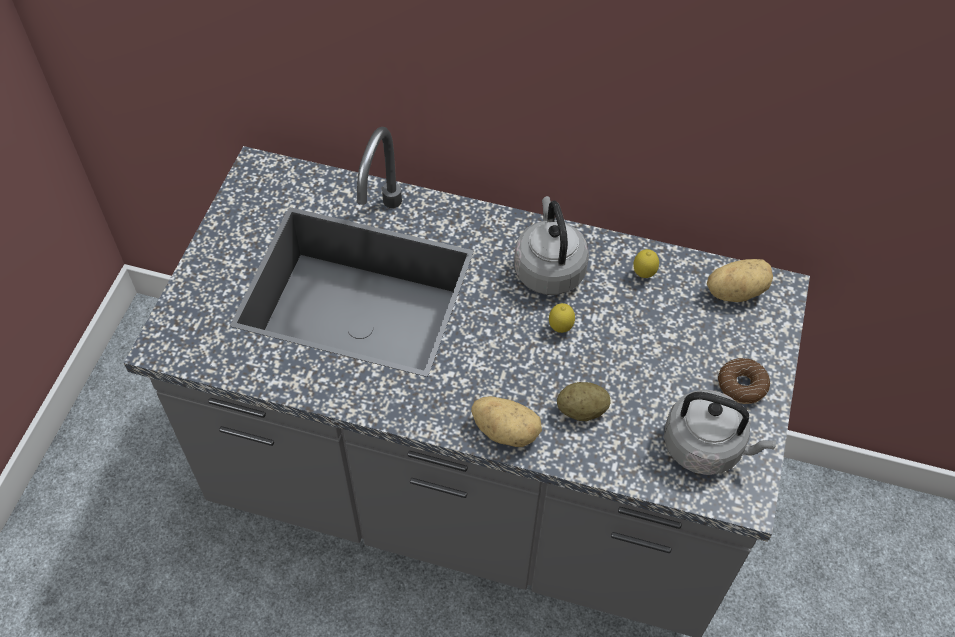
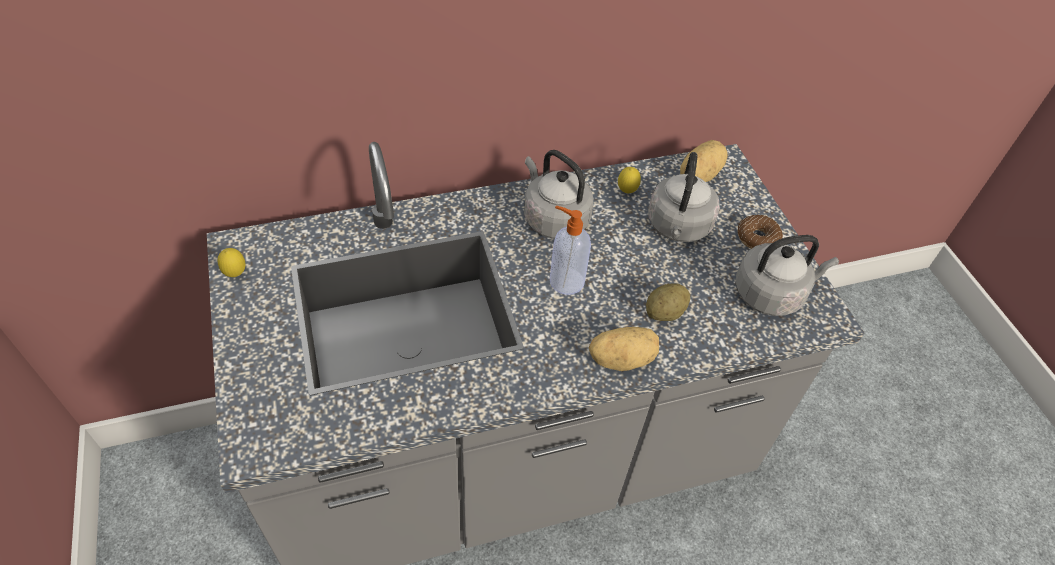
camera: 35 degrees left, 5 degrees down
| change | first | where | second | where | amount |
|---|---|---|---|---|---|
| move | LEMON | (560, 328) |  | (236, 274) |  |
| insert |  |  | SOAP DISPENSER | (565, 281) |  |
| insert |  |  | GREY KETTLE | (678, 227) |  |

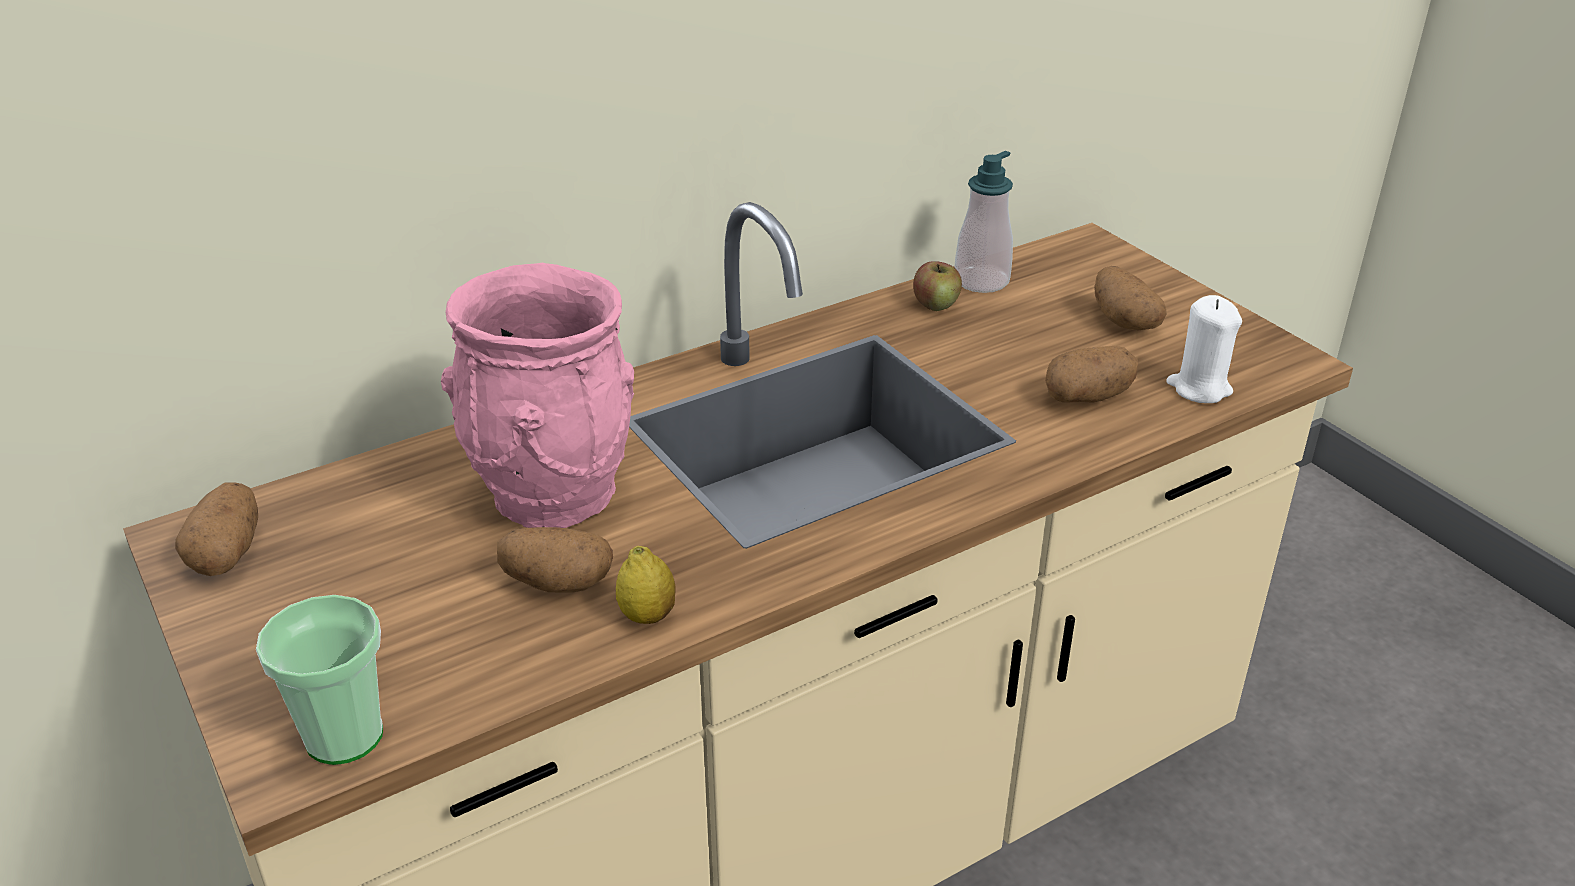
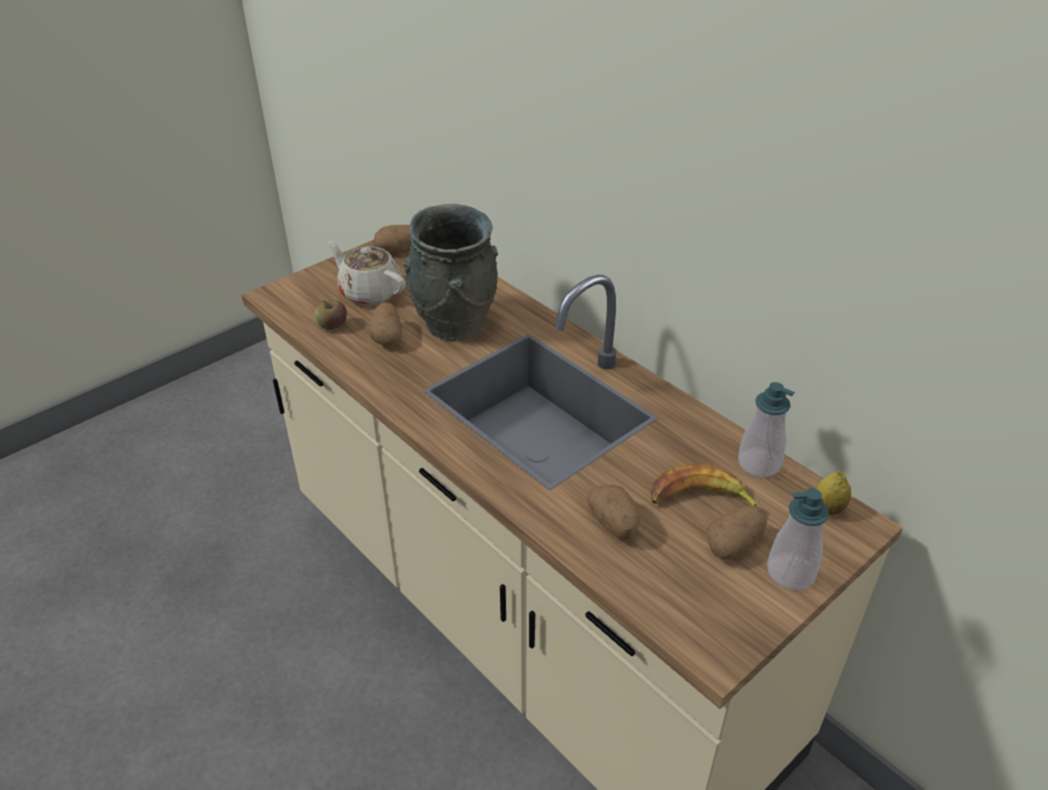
camera: 80 degrees right, 5 degrees up
| change | first | where | second | where | amount |
|---|---|---|---|---|---|
| delete | CUP | (344, 736) |  |  |  |
| recolor | PINK VASE | (552, 497) | GREY VASE | (454, 323) |  |
| move | LEMON | (647, 615) |  | (828, 508) |  |
| move | APPLE | (936, 304) |  | (332, 326) |  |
| delete | WHITE CANDLE | (1199, 388) |  |  |  |
| insert |  |  | BEIGE TEAPOT | (369, 291) |  |
| insert |  |  | BANANA | (701, 499) |  |
| insert |  |  | SOAP DISPENSER | (790, 572) |  |

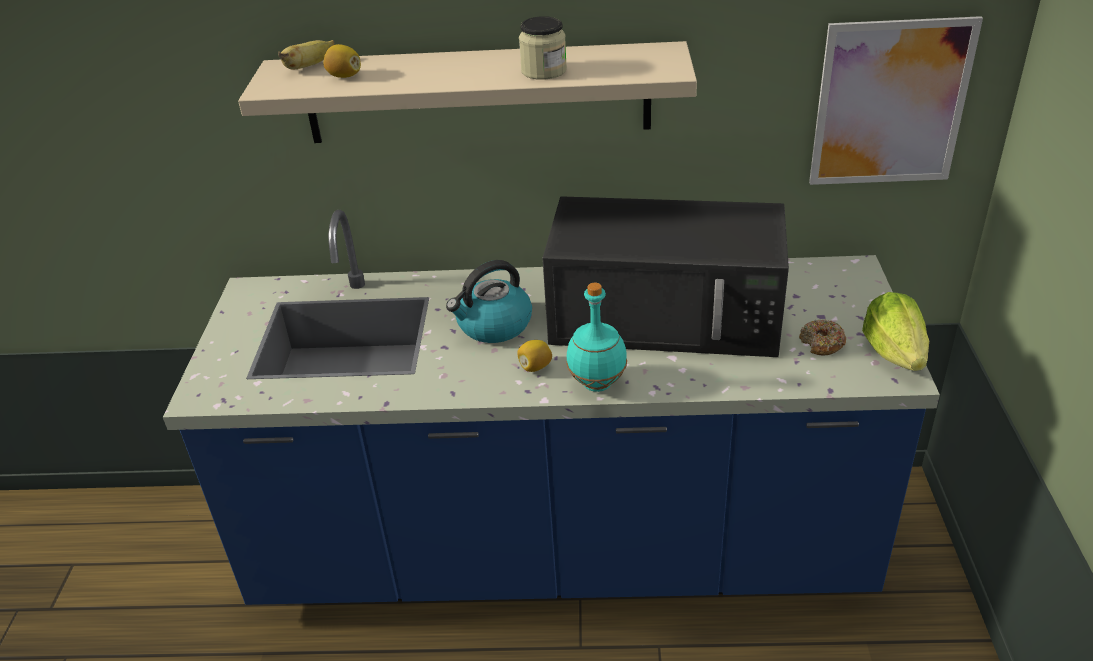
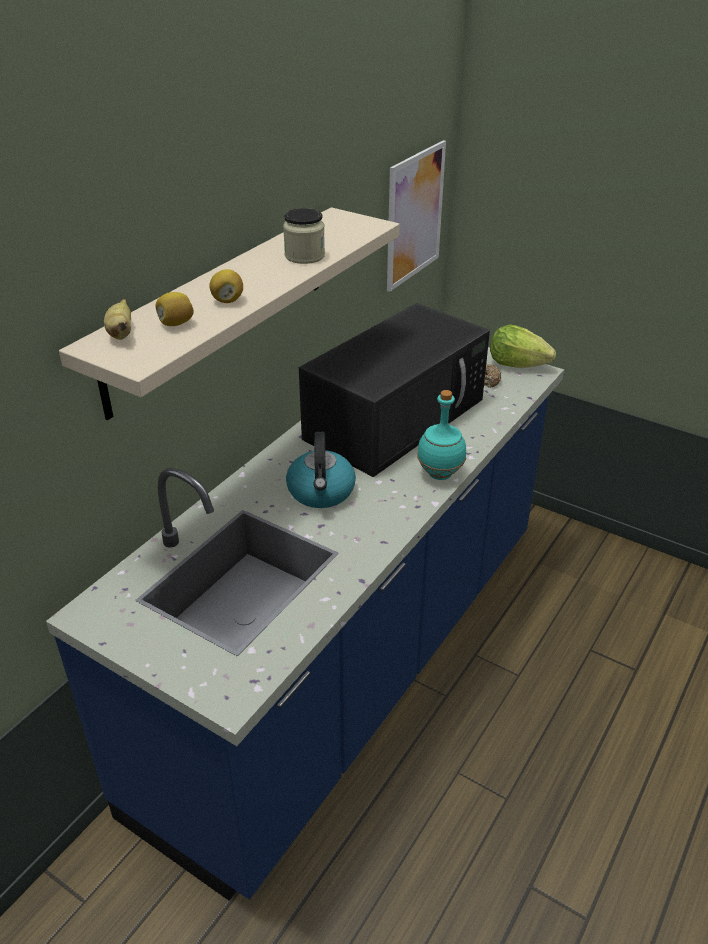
camera: 60 degrees left, 0 degrees up
| change | first | where | second | where | amount |
|---|---|---|---|---|---|
| move | LEMON | (535, 367) |  | (227, 300) |  |

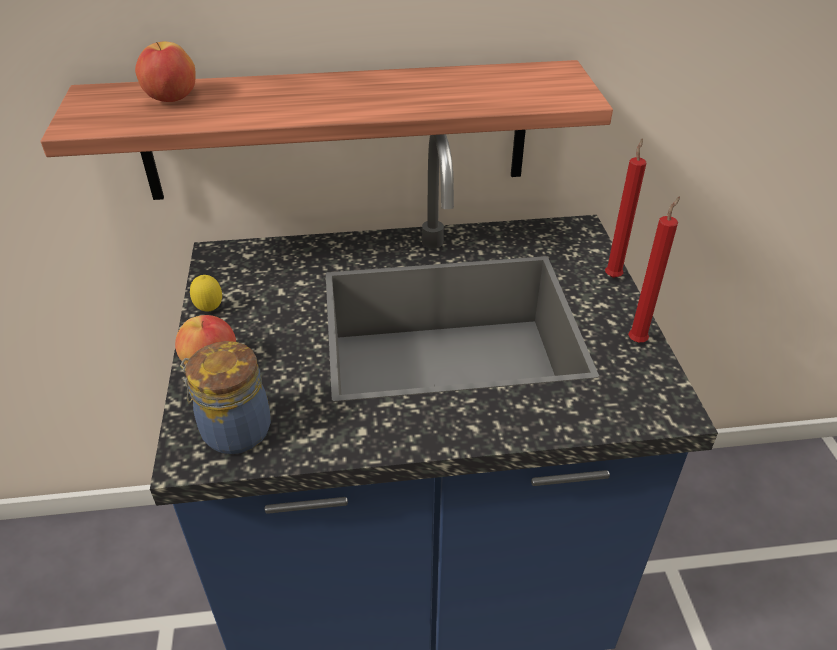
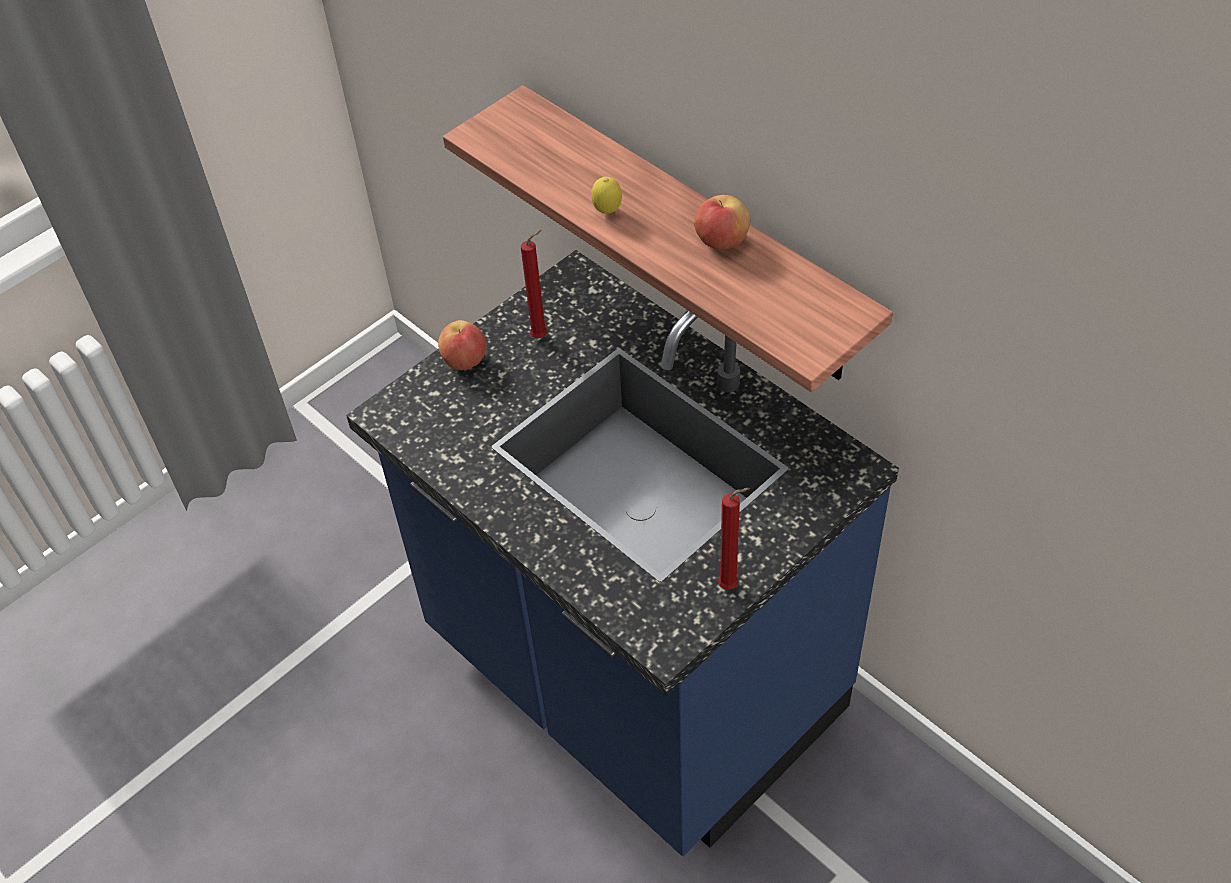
camera: 55 degrees right, 10 degrees up
| change | first | where | second | where | amount |
|---|---|---|---|---|---|
| move | APPLE | (172, 98) |  | (721, 241) |  |
| delete | JAR | (233, 430) |  |  |  |
| move | LEMON | (210, 310) |  | (607, 212) |  |
| move | RED CANDLE | (613, 275) |  | (542, 336) |  |

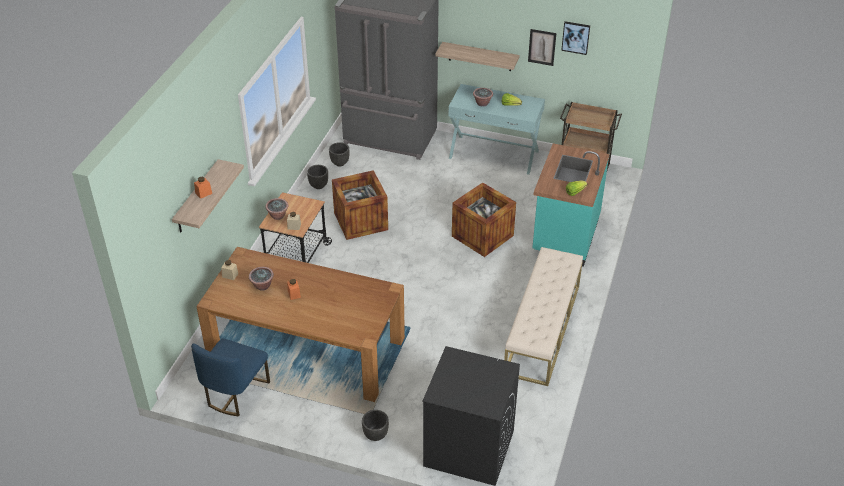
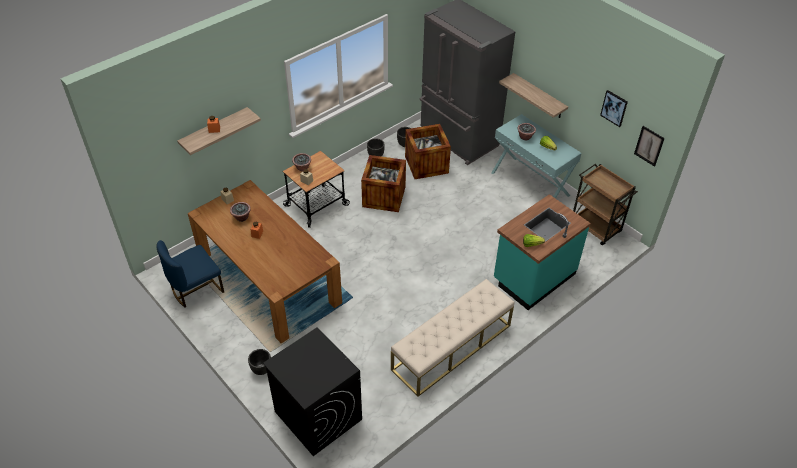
camera: 30 degrees right, 5 degrees up
| change | first | where | second | where | amount |
|---|---|---|---|---|---|
| move | CRATE | (482, 236) |  | (426, 164) |  |
| move | PICTURE | (542, 47) |  | (649, 146) |  |

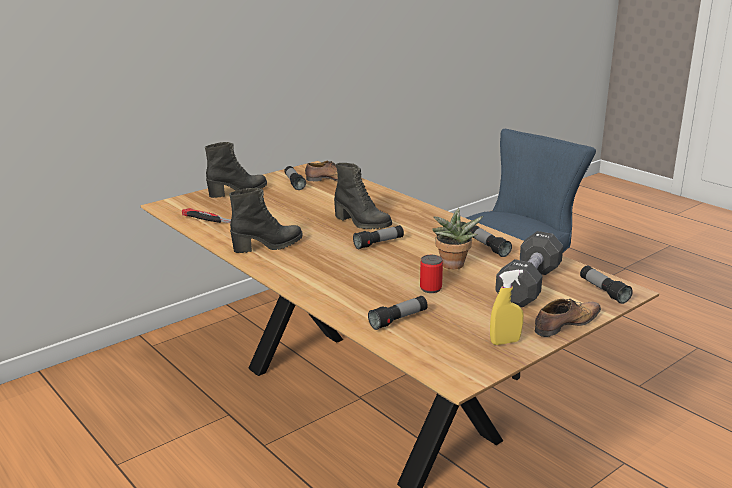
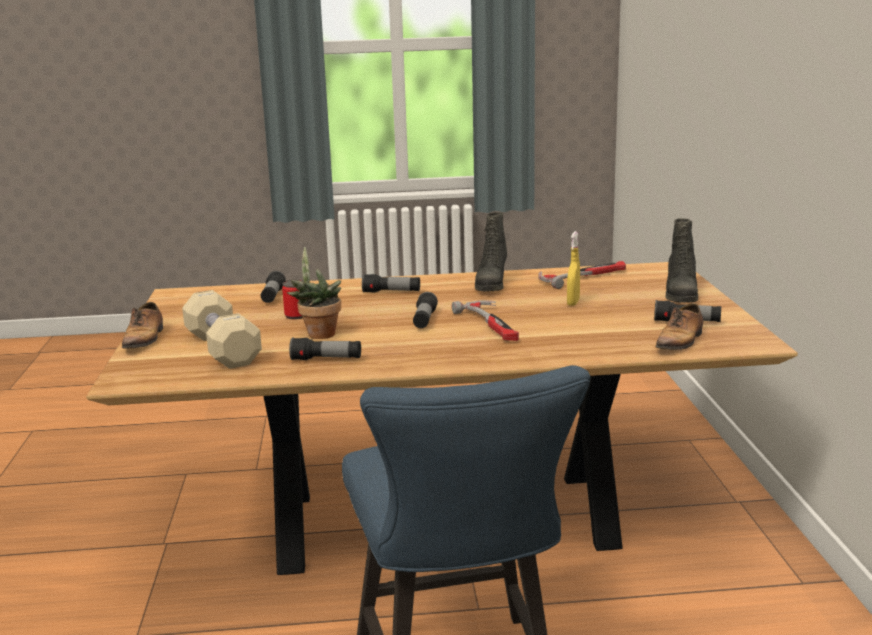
camera: 125 degrees right, 5 degrees down
| change | first | where | second | where | amount |
|---|---|---|---|---|---|
| replace | BLACK BOOT | (362, 223) | HAMMER | (492, 325) |  |
| move | YELLOW SPRAY BOTTLE | (505, 342) |  | (573, 302) |  |
| recolor | BLACK DUMBBELL | (529, 285) | BEIGE DUMBBELL | (222, 349) |  |
| move | FLASHLIGHT | (603, 291) |  | (391, 292) |  |

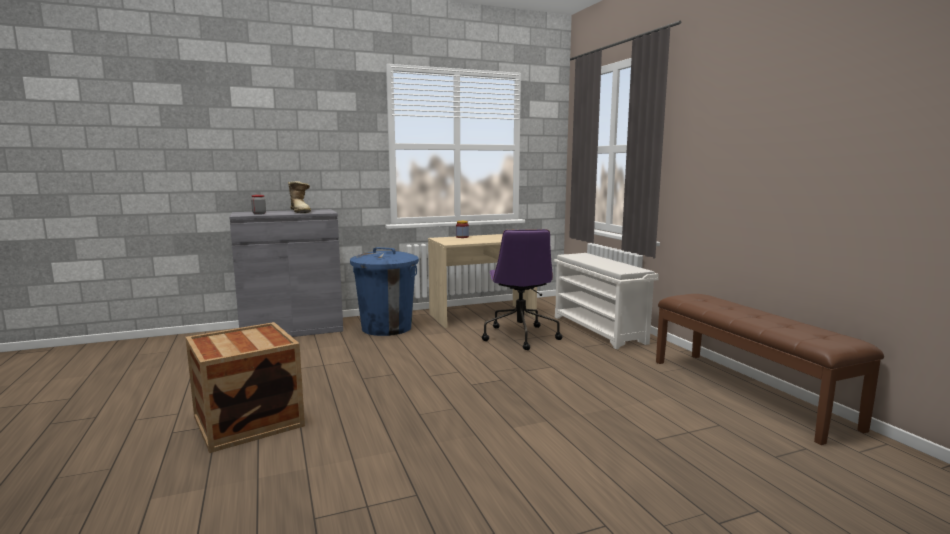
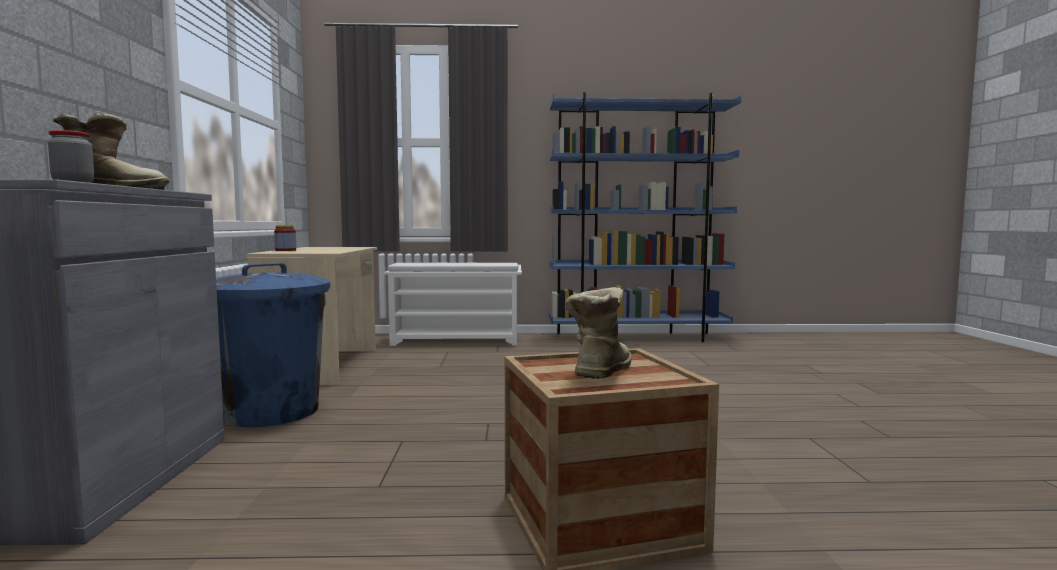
camera: 70 degrees left, 5 degrees down
| change | first | where | second | where | amount |
|---|---|---|---|---|---|
| delete | PURPLE OFFICE CHAIR | (519, 336) |  |  |  |
| replace | BROWN BENCH | (747, 392) | BLUE BOOKCASE | (637, 337) |  |
| insert |  |  | BOOT | (598, 373) |  |

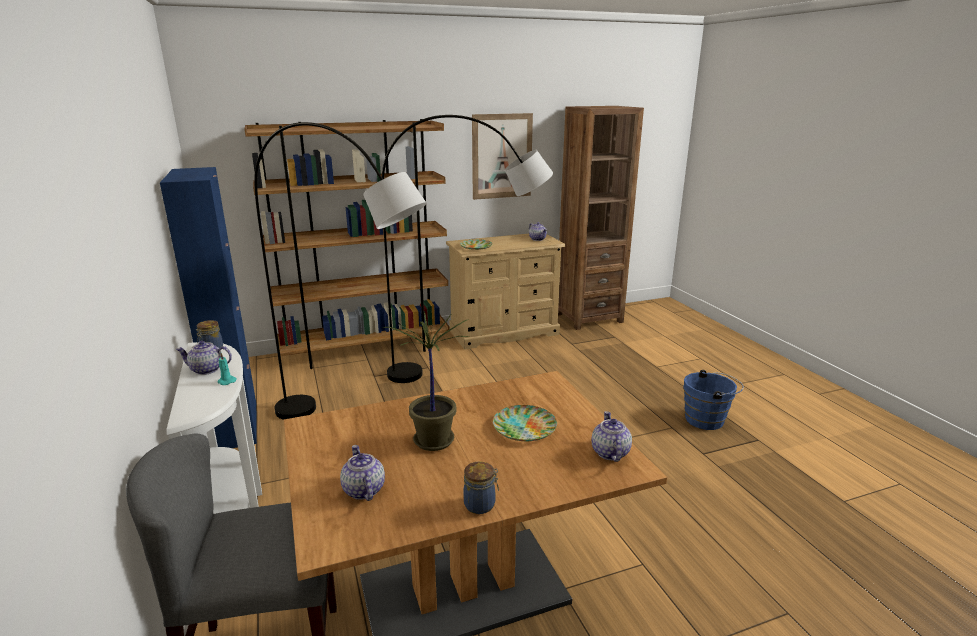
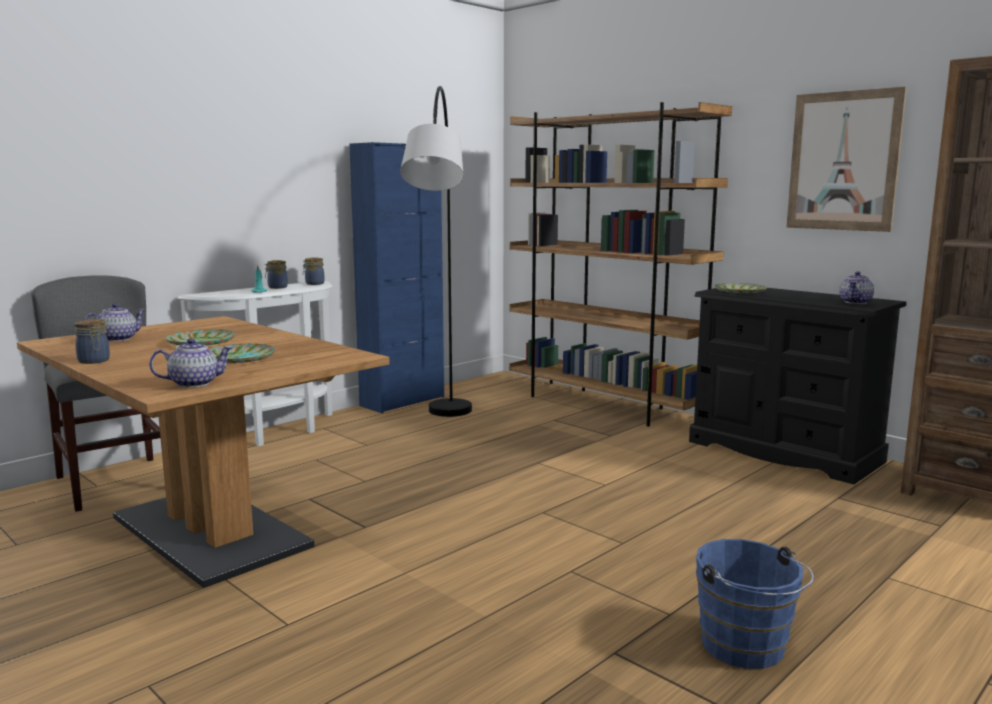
camera: 65 degrees right, 10 degrees down
| change | first | where | second | where | amount |
|---|---|---|---|---|---|
| replace | TEAPOT | (206, 370) | JAR | (276, 287) |  |
| delete | GREY FLOOR LAMP | (471, 371) |  |  |  |
| replace | POTTED PLANT | (432, 440) | PLATE | (201, 342) |  |
| recolor | BEIGE DRESSER | (504, 332) | BLACK DRESSER | (784, 451) |  |

